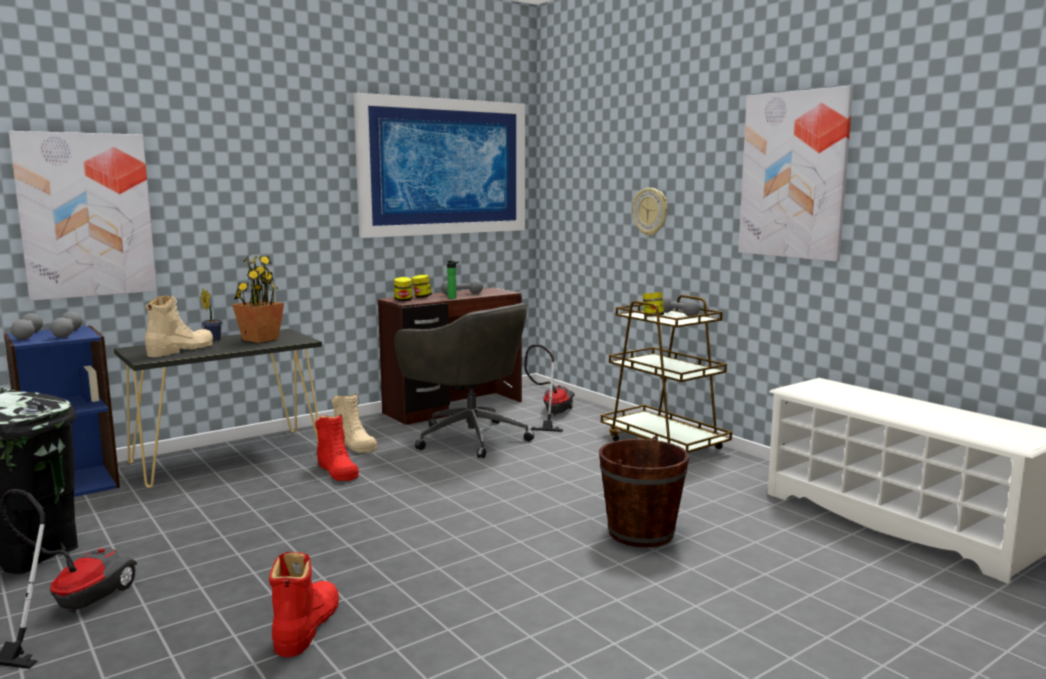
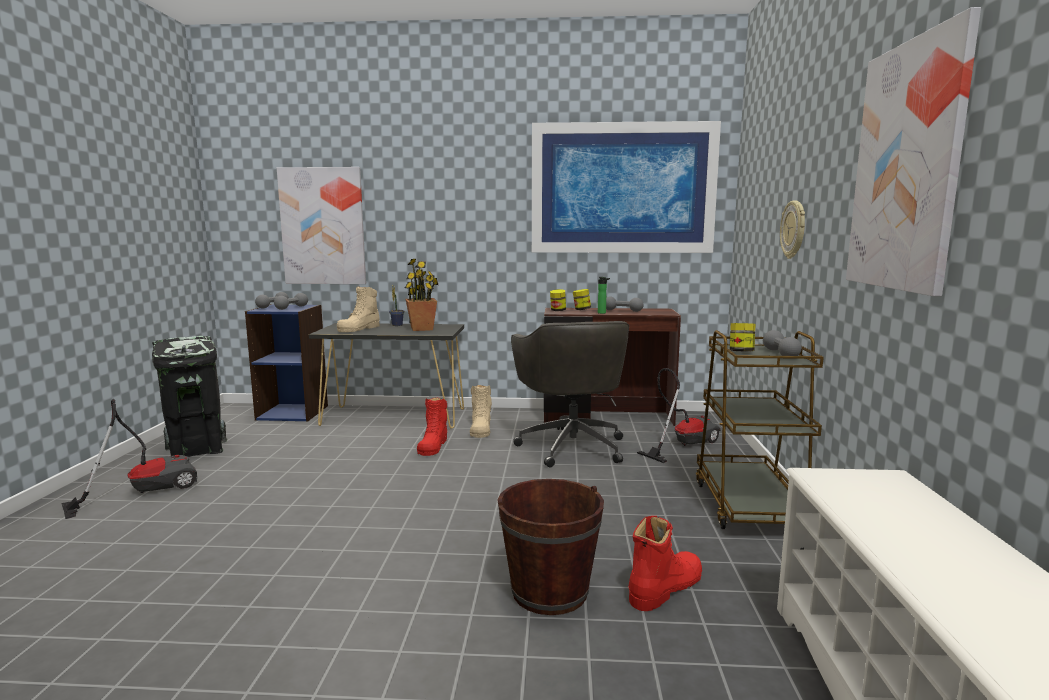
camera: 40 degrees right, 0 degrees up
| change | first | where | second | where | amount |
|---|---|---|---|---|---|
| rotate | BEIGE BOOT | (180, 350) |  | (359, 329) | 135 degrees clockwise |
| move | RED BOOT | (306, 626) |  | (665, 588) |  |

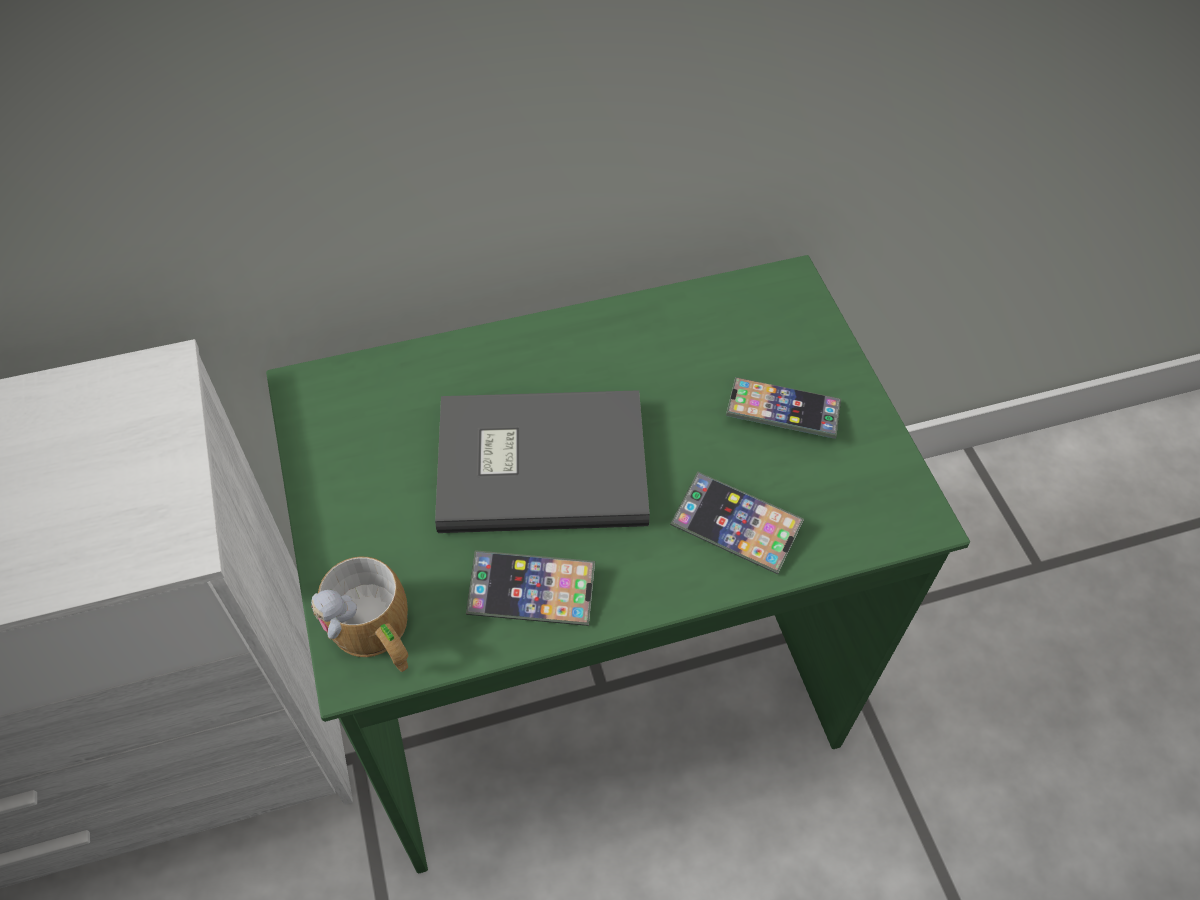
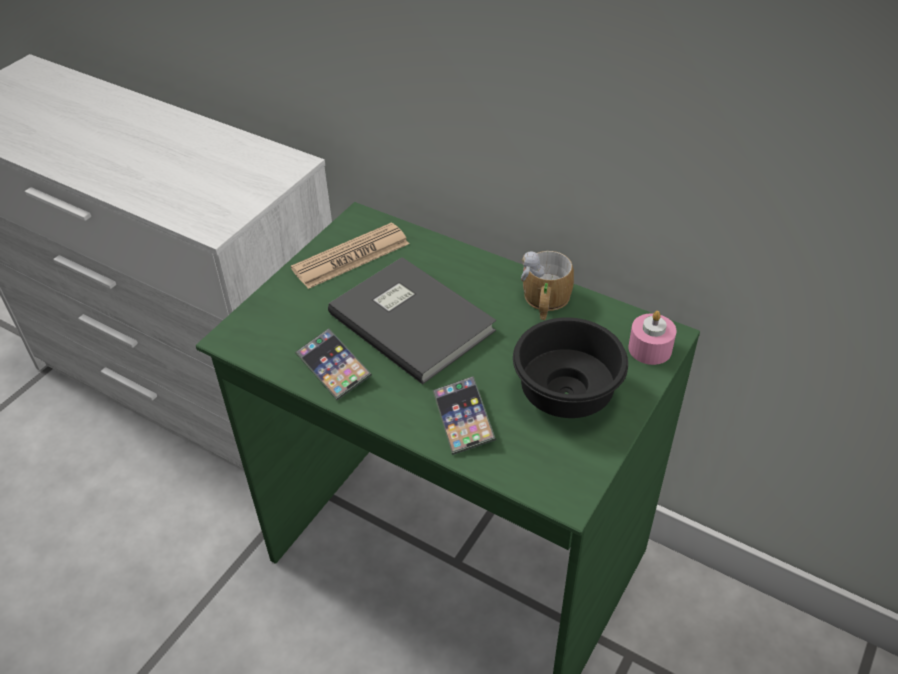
camera: 50 degrees right, 10 degrees down
| change | first | where | second | where | amount |
|---|---|---|---|---|---|
| move | MUG | (375, 634) |  | (544, 302) |  |
| replace | PHONE | (782, 412) | BLACK BOWL | (566, 390) |  |
| insert |  |  | NEWSPAPER | (351, 257) |  |
| insert |  |  | PINK CANDLE | (650, 349) |  |

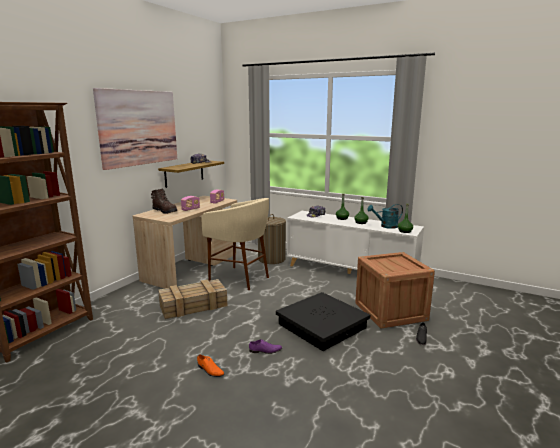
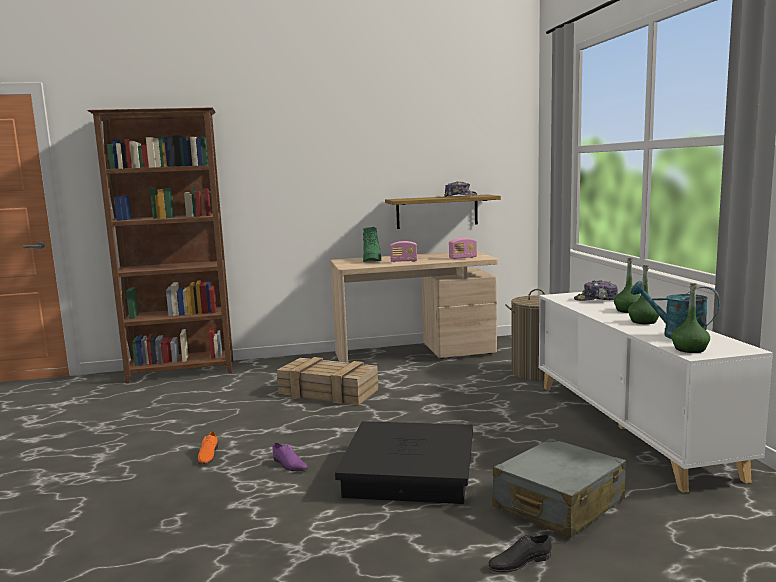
camera: 50 degrees right, 5 degrees down
| change | first | where | second | where | amount |
|---|---|---|---|---|---|
| delete | PICTURE | (139, 128) |  |  |  |
| recolor | BROWN BOOT | (165, 211) | GREEN BOOT | (372, 260) |  |
| delete | BEIGE STOOL | (240, 278) |  |  |  |
| replace | CRATE | (390, 312) | GREY SUITCASE | (558, 504) |  |

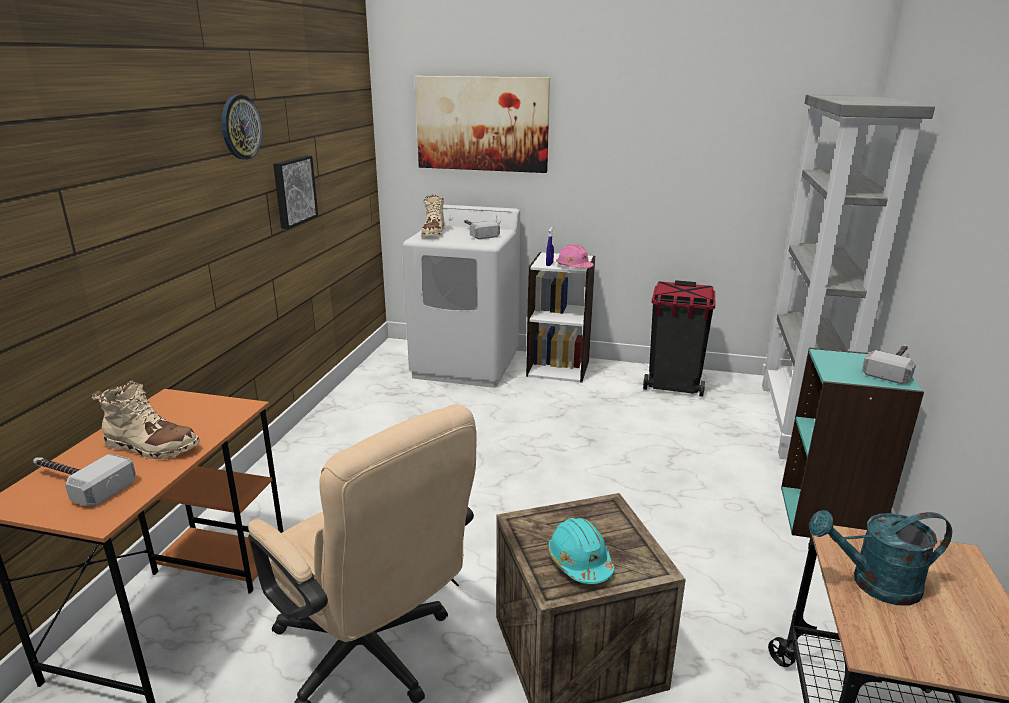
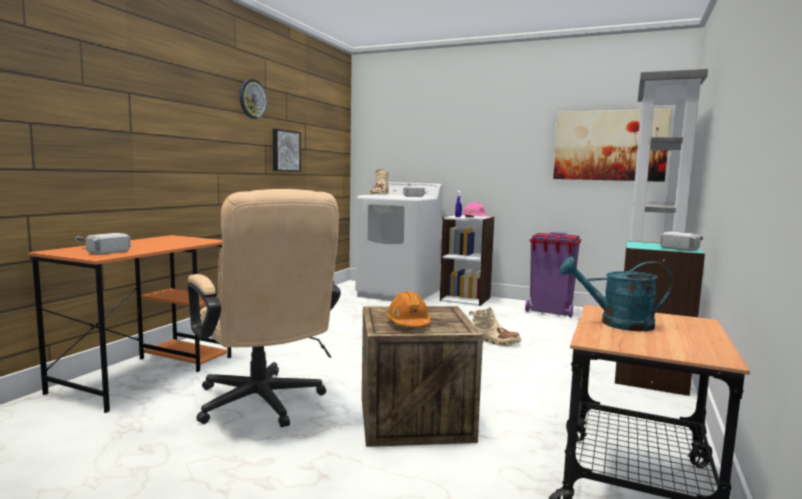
camera: 10 degrees right, 15 degrees down
| change | first | where | second | where | amount |
|---|---|---|---|---|---|
| move | BEIGE BOOT | (151, 447) |  | (494, 342) |  |
| move | PICTURE | (482, 124) |  | (609, 145) |  |
| recolor | TURQUOISE HARD HAT | (579, 562) | ORANGE HARD HAT | (408, 323) |  |
| recolor | BLACK TRASH CAN | (673, 386) | PURPLE TRASH CAN | (550, 312) |  |

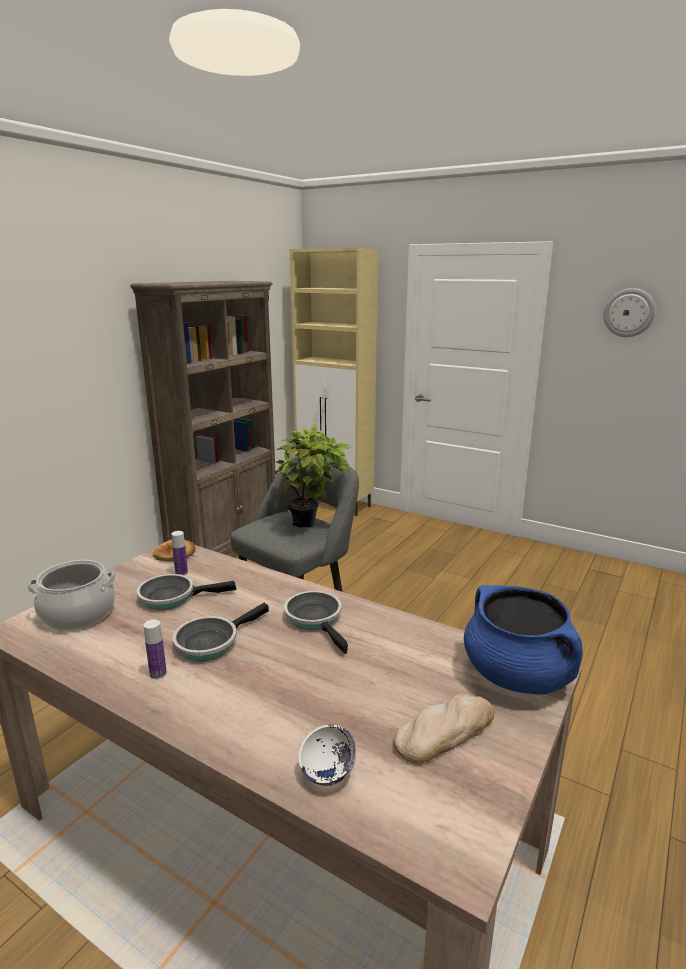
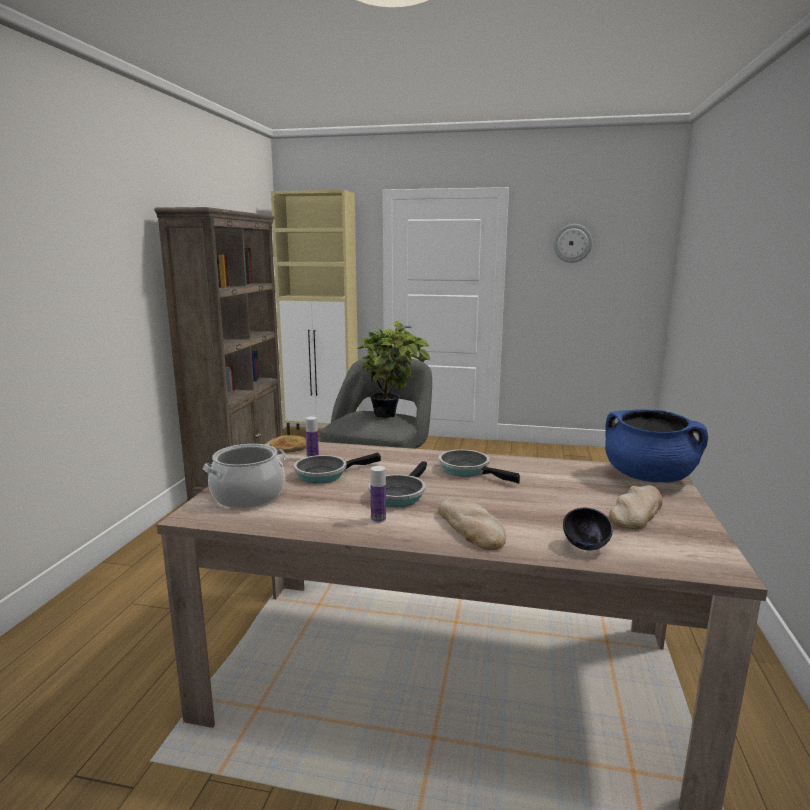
camera: 20 degrees left, 5 degrees down
| change | first | where | second | where | amount |
|---|---|---|---|---|---|
| recolor | WHITE BOWL | (327, 774) | BLACK BOWL | (585, 546) |  |
| insert |  |  | BREAD | (471, 527) |  |

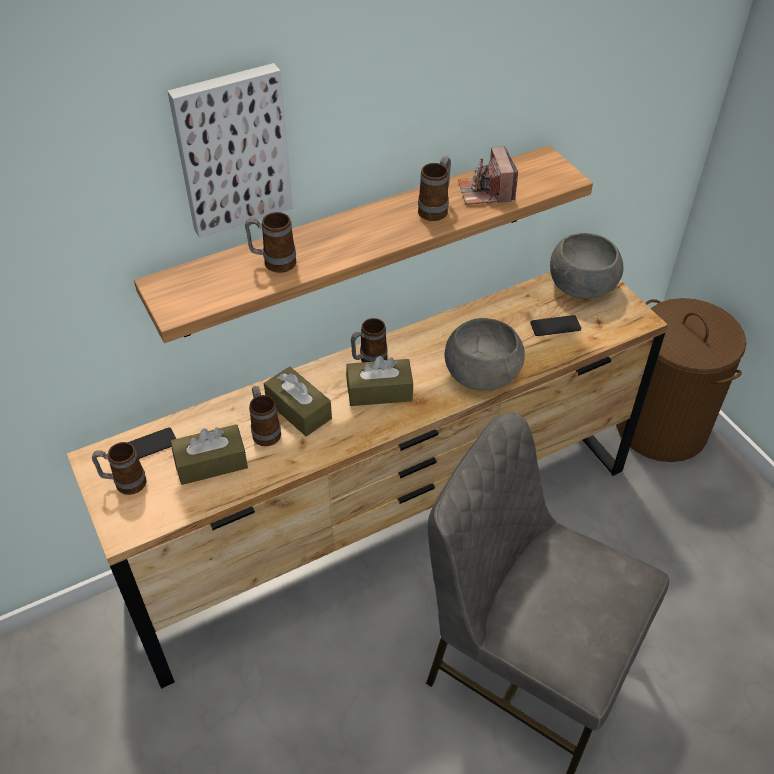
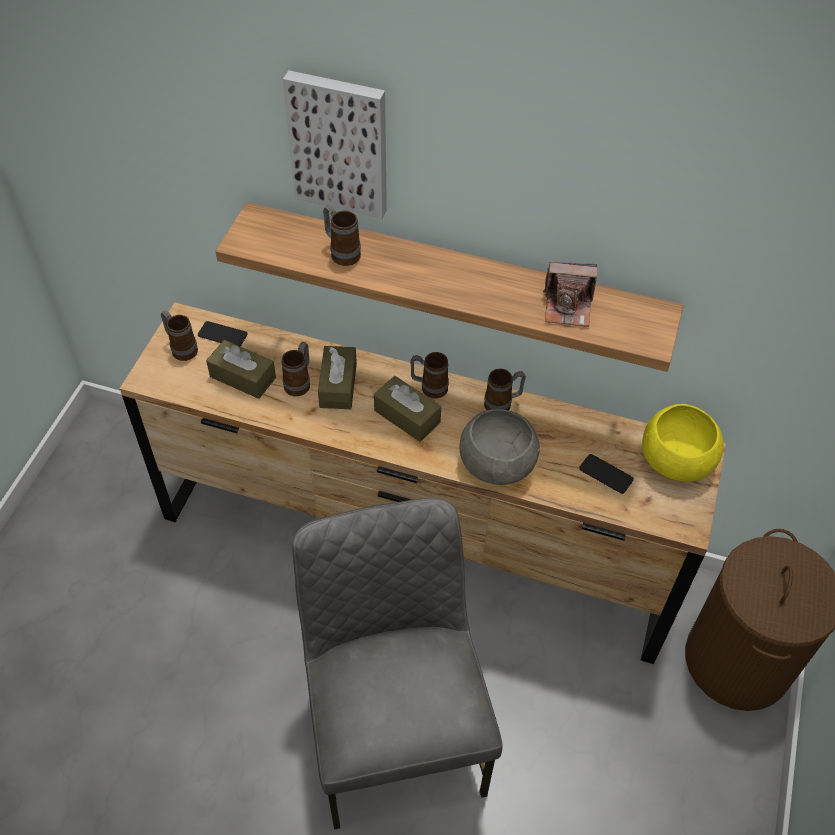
camera: 45 degrees right, 5 degrees up
| change | first | where | second | where | amount |
|---|---|---|---|---|---|
| move | MUG | (436, 209) |  | (503, 404) |  |
| rotate | PHOTO CAMERA | (486, 192) |  | (568, 306) | 120 degrees counterclockwise |
| recolor | GREY BOWL | (581, 286) | YELLOW BOWL | (675, 459) |  |

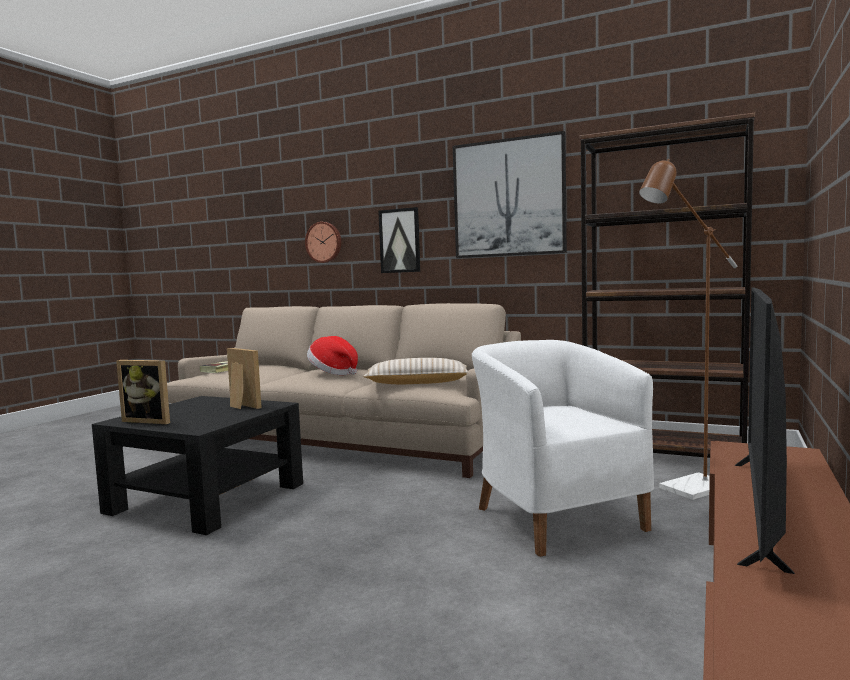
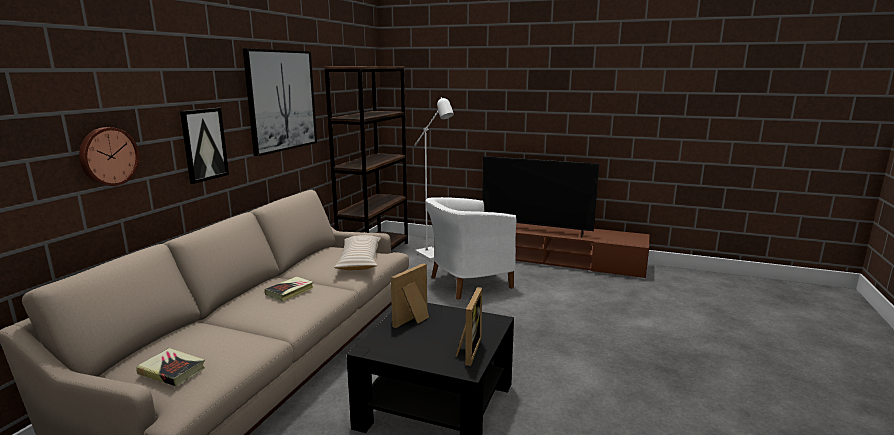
camera: 95 degrees left, 10 degrees up
| change | first | where | second | where | amount |
|---|---|---|---|---|---|
| replace | HAT | (333, 373) | BOOK | (290, 291) |  |
| recolor | BROWN FLOOR LAMP | (687, 490) | WHITE FLOOR LAMP | (433, 256) |  |

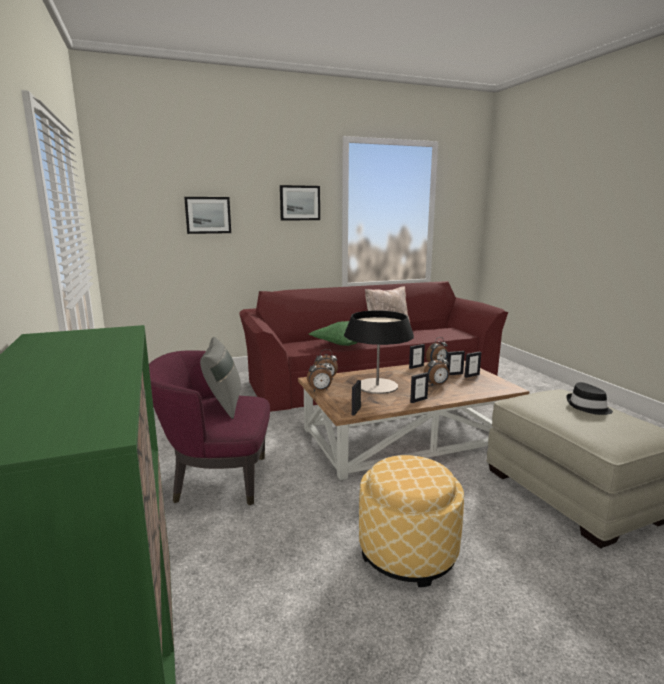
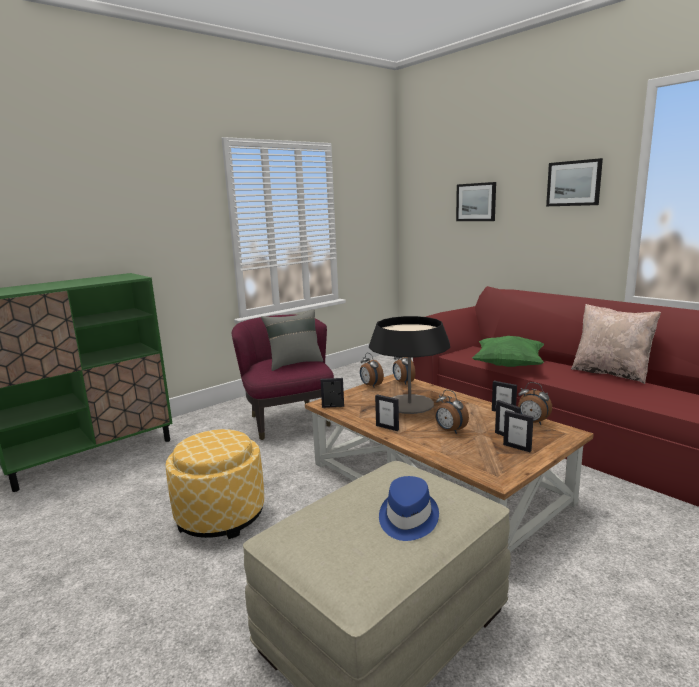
camera: 70 degrees right, 0 degrees up
| change | first | where | second | where | amount |
|---|---|---|---|---|---|
| recolor | BLACK HAT | (587, 407) | BLUE HAT | (407, 518) |  |

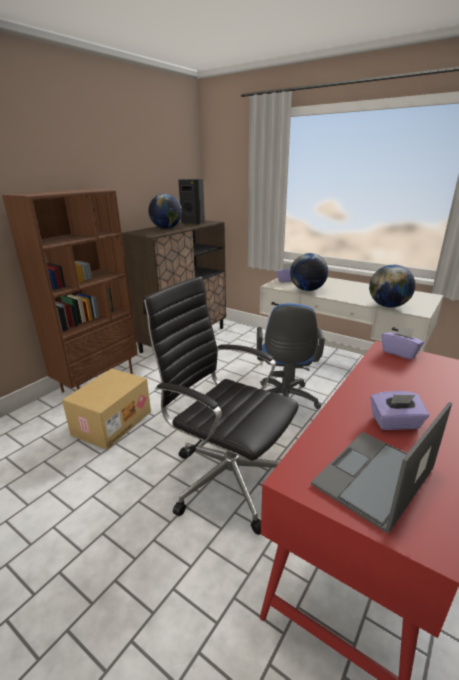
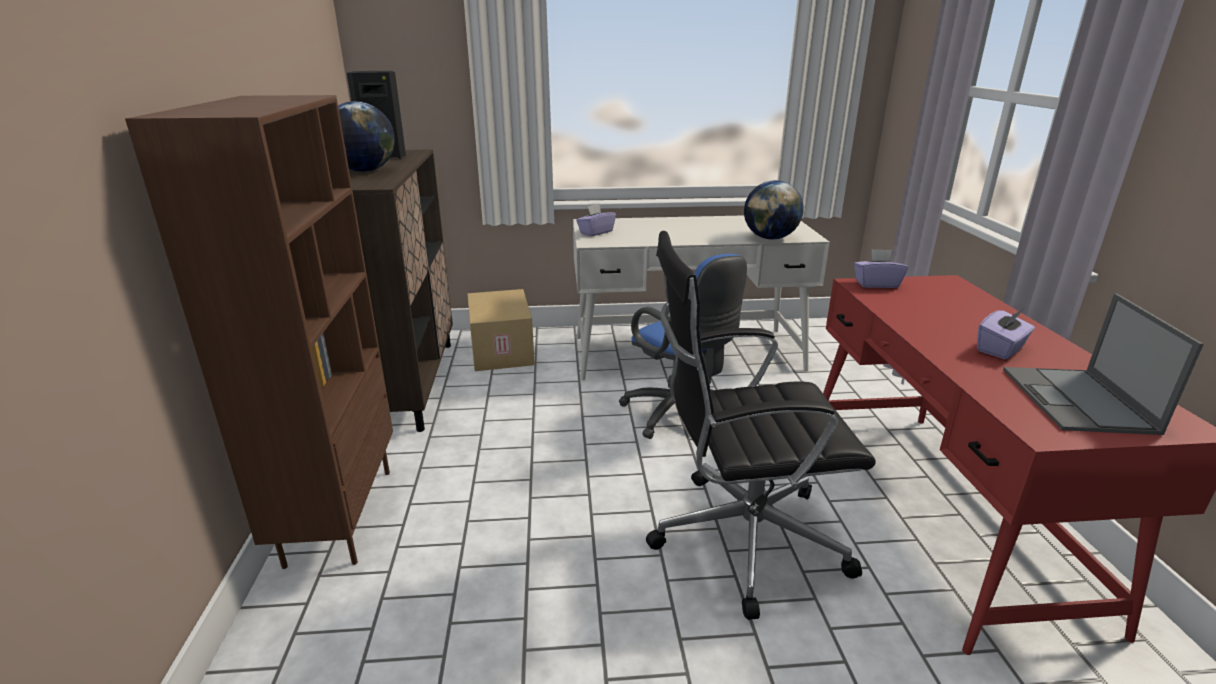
camera: 40 degrees left, 0 degrees up
| change | first | where | second | where | amount |
|---|---|---|---|---|---|
| move | CARDBOARD BOX | (112, 422) |  | (500, 350) |  |
| delete | GLOBE | (307, 290) |  |  |  |

